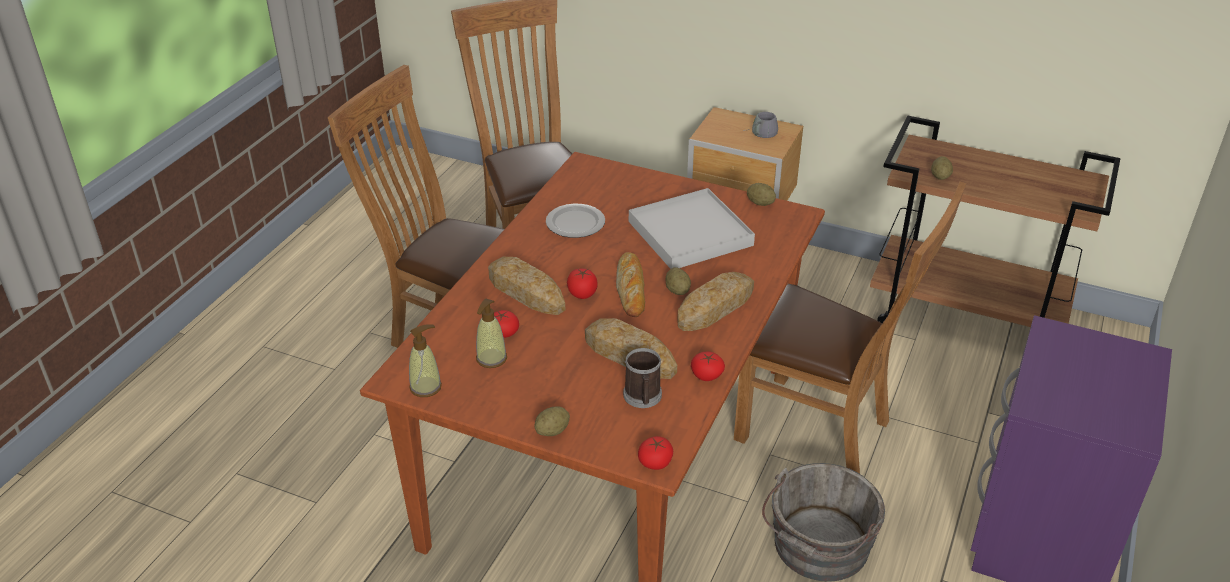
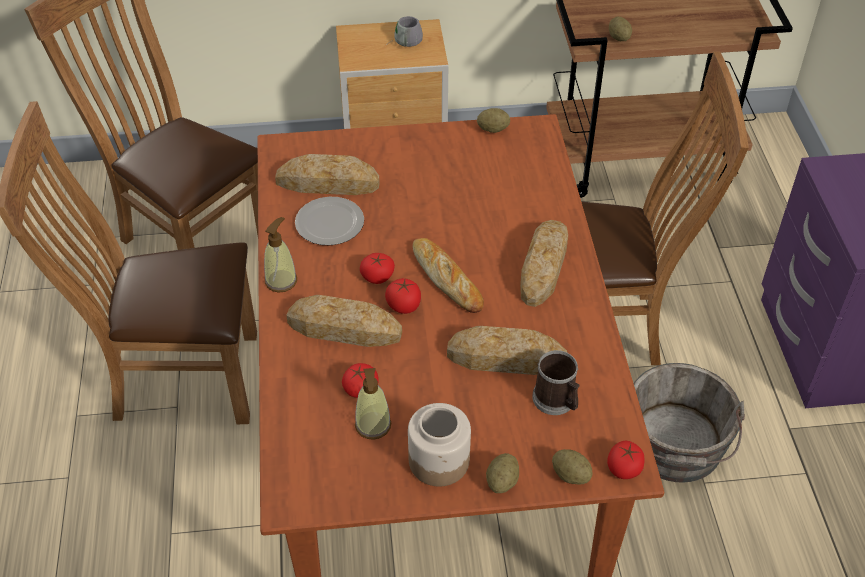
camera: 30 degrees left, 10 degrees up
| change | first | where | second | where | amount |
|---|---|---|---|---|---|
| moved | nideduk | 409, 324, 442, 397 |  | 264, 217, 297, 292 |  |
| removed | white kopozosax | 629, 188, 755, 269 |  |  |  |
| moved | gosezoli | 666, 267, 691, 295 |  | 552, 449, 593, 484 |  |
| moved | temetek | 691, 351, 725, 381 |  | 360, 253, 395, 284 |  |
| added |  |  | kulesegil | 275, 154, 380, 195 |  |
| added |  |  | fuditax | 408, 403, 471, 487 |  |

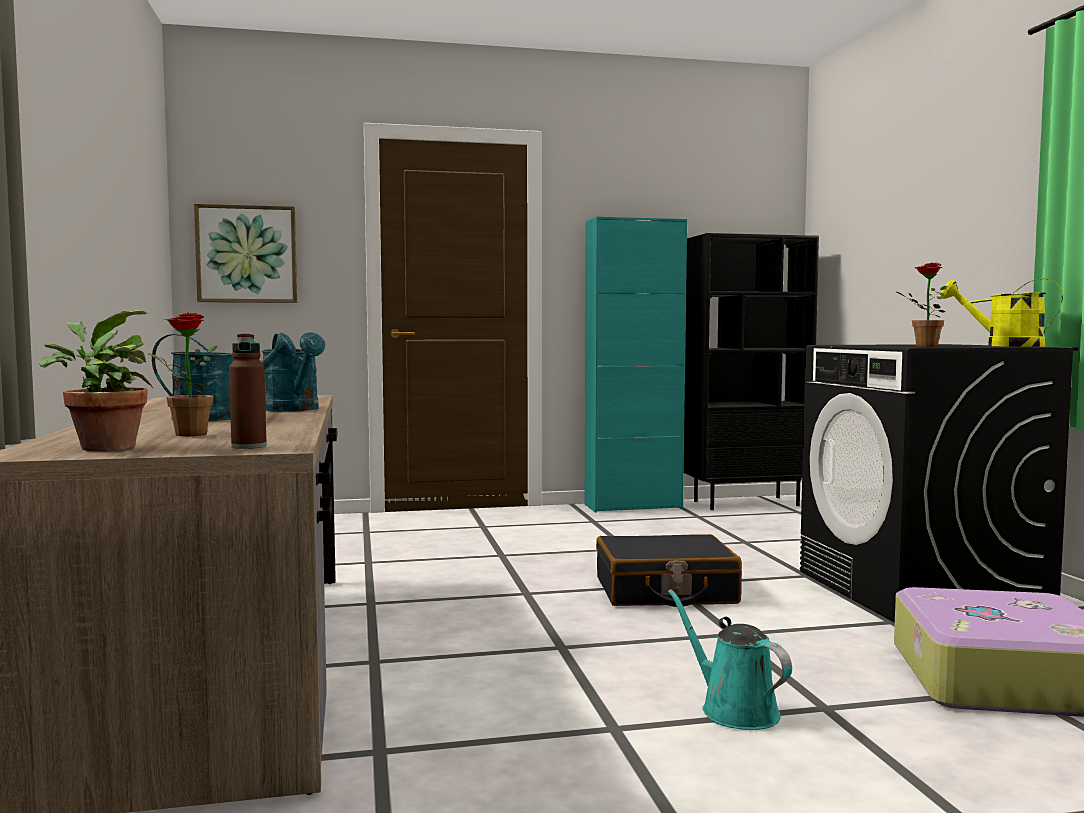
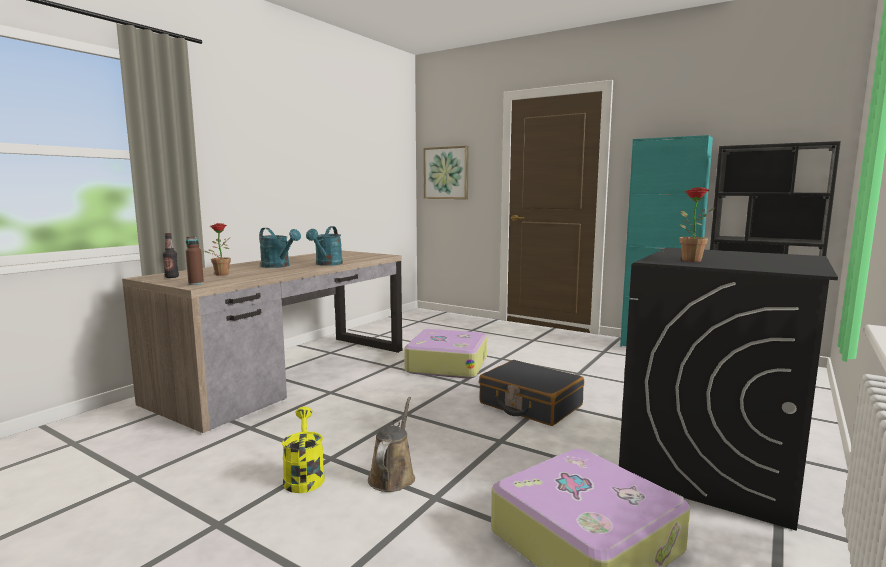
camera: 45 degrees right, 5 degrees up
| change | first | where | second | where | amount |
|---|---|---|---|---|---|
| replaced | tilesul | 39, 310, 153, 451 | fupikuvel | 163, 233, 179, 278 |  |
| recoloured | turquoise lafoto | 668, 589, 792, 730 | brown lafoto | 368, 397, 415, 492 |  |
| moved | yellow lafoto | 941, 278, 1063, 347 |  | 282, 407, 324, 493 |  |
| added |  |  | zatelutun | 404, 329, 487, 379 |  |

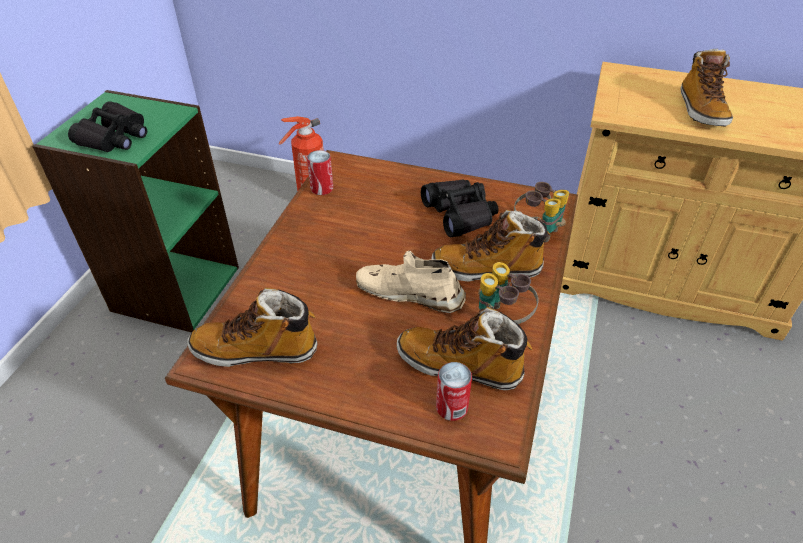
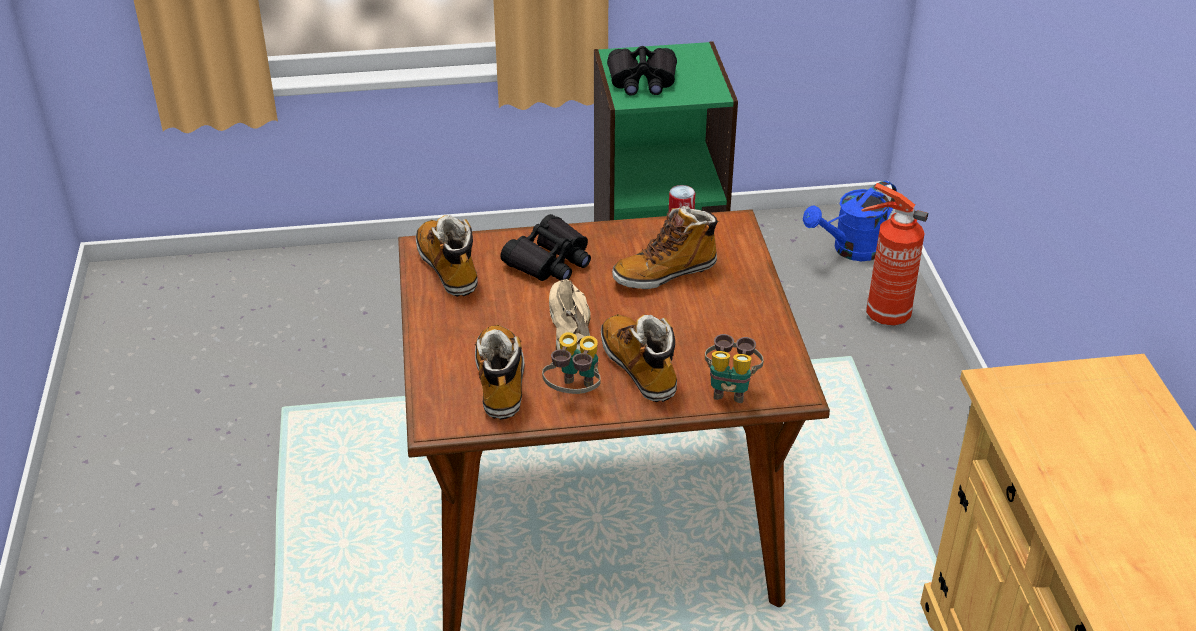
camera: 65 degrees right, 5 degrees down
| change | first | where | second | where | amount |
|---|---|---|---|---|---|
| moved | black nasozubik | 421, 179, 499, 237 |  | 501, 214, 591, 281 |  |
| removed | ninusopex | 436, 362, 472, 421 |  |  |  |
| moved | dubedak | 680, 49, 733, 127 |  | 612, 206, 719, 289 |  |
| added |  |  | blue lafoto | 803, 181, 897, 261 |  |

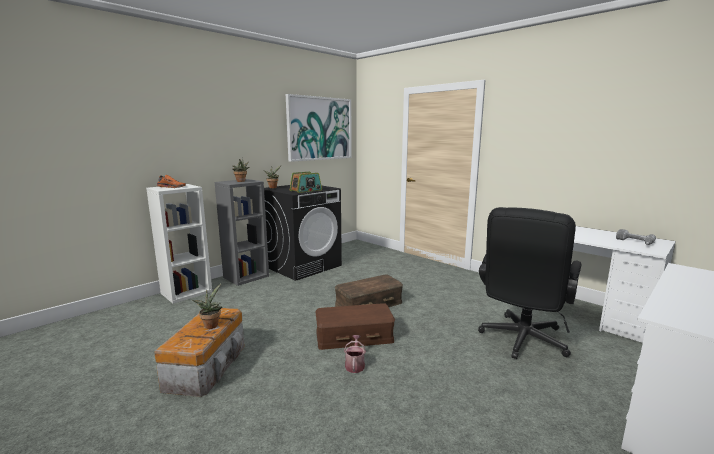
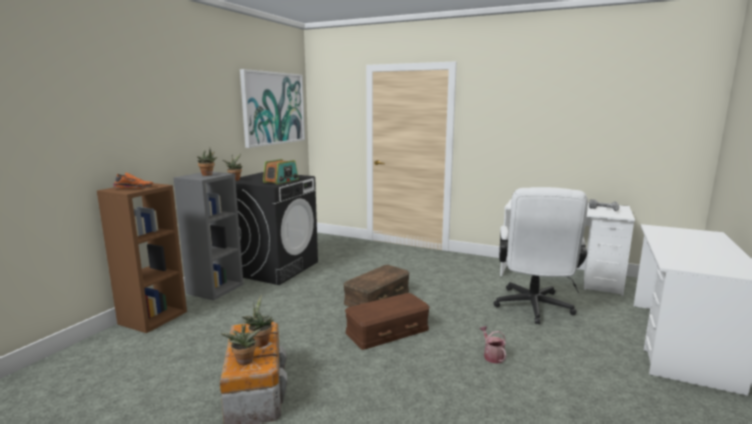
camera: 20 degrees left, 0 degrees up
| change | first | where | second | where | amount |
|---|---|---|---|---|---|
| recoloured | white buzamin | 146, 184, 212, 304 | brown buzamin | 97, 183, 187, 333 |  |
| moved | lafoto | 344, 335, 366, 373 |  | 479, 326, 507, 364 |  |
| recoloured | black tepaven | 478, 207, 582, 359 | white tepaven | 493, 187, 588, 324 |  |
| added |  |  | tilesul | 221, 324, 261, 365 |  |

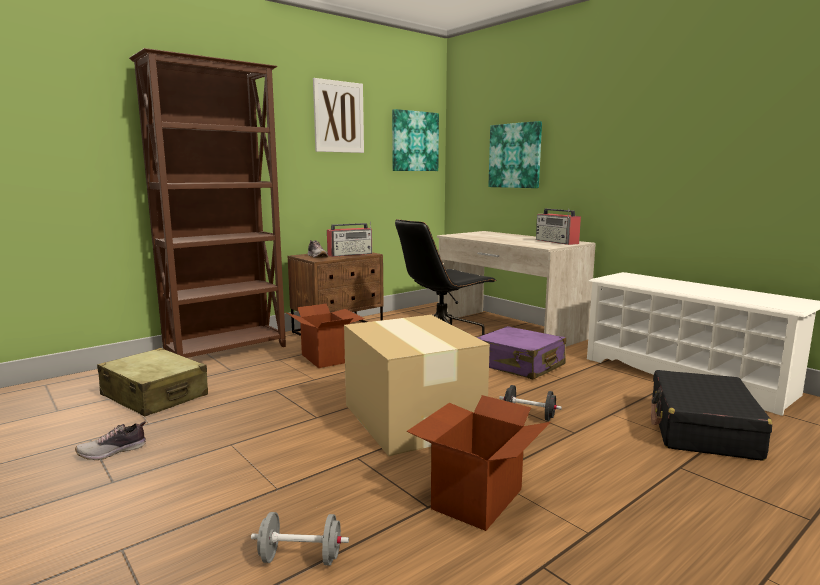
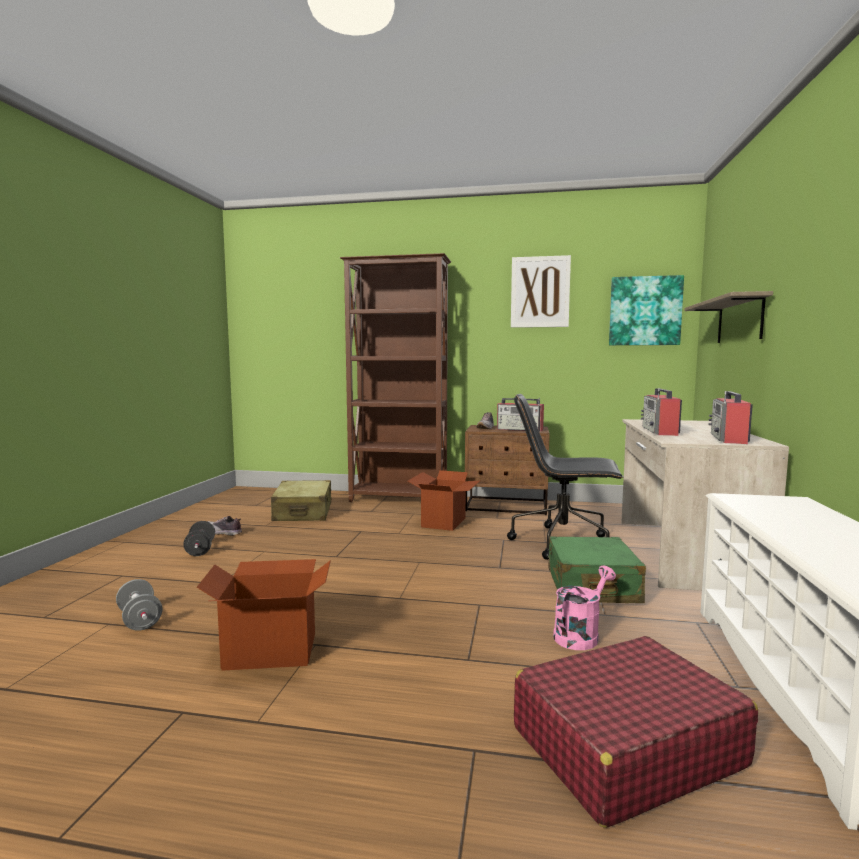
camera: 50 degrees right, 5 degrees down
| change | first | where | second | where | amount |
|---|---|---|---|---|---|
| removed | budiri | 344, 315, 490, 456 |  |  |  |
| recoloured | purple zatelutun | 477, 326, 566, 379 | green zatelutun | 548, 536, 646, 603 |  |
| replaced | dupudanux | 488, 121, 542, 188 | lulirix | 684, 291, 773, 343 |  |
| moved | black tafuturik | 499, 385, 562, 421 |  | 183, 521, 215, 556 |  |
| recoloured | black zatelutun | 651, 370, 772, 461 | red zatelutun | 514, 636, 758, 828 |  |
| added |  |  | pink lafoto | 553, 566, 616, 650 |  |
| added |  |  | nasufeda | 641, 388, 682, 436 |  |

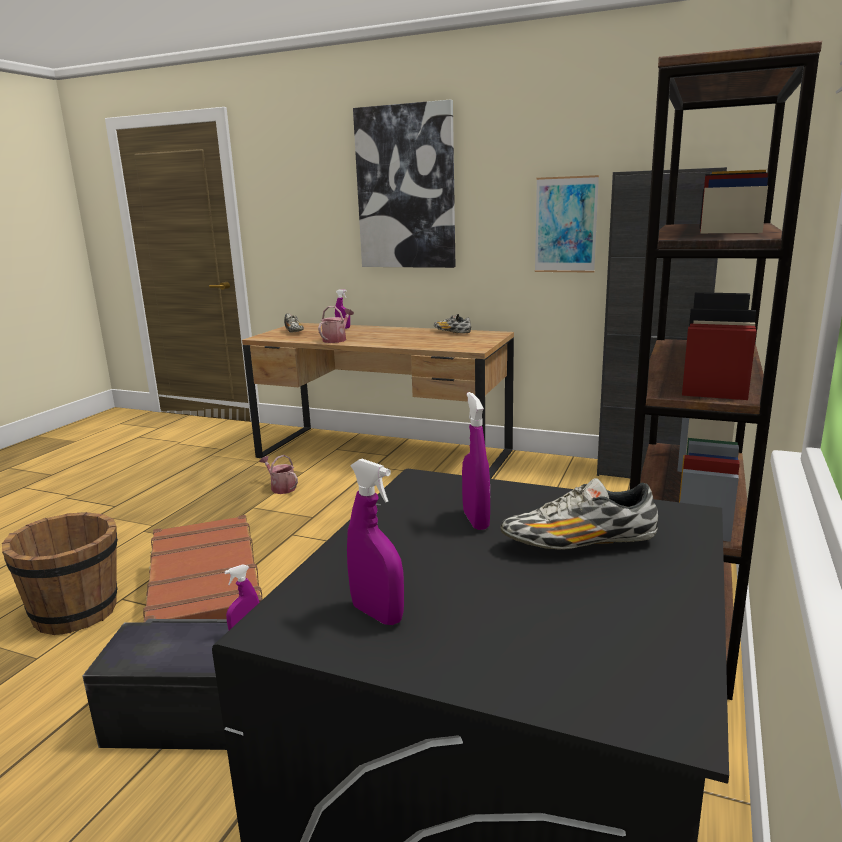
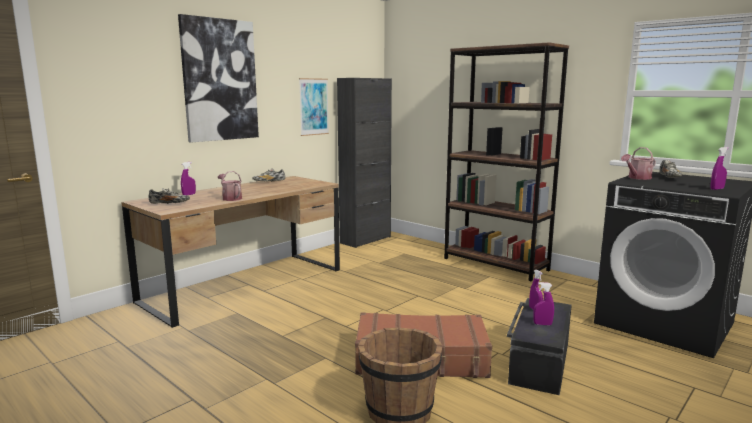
camera: 70 degrees left, 5 degrees down
| change | first | where | second | where | amount |
|---|---|---|---|---|---|
| moved | lafoto | 259, 455, 298, 494 |  | 621, 147, 656, 180 |  |
| moved | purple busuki | 462, 392, 490, 530 |  | 533, 282, 554, 325 |  |

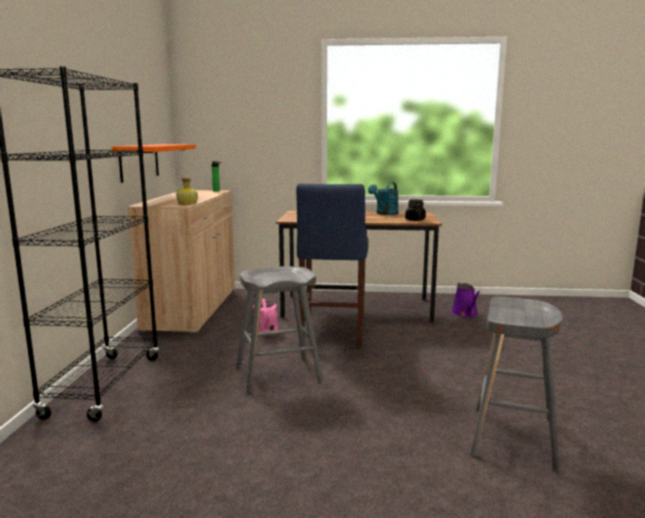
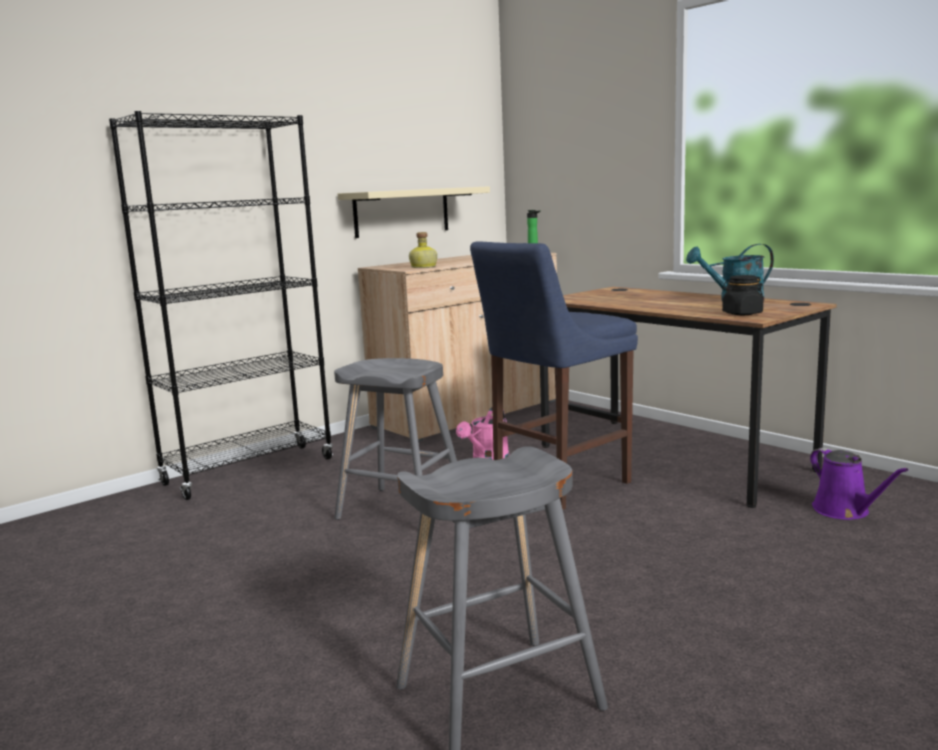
camera: 45 degrees right, 0 degrees up
| change | first | where | second | where | amount |
|---|---|---|---|---|---|
| recoloured | orange lulirix | 112, 144, 196, 183 | beige lulirix | 338, 186, 490, 238 |  |
| turned | purple lafoto | 451, 282, 480, 317 |  | 810, 448, 909, 520 | 60 degrees counterclockwise |

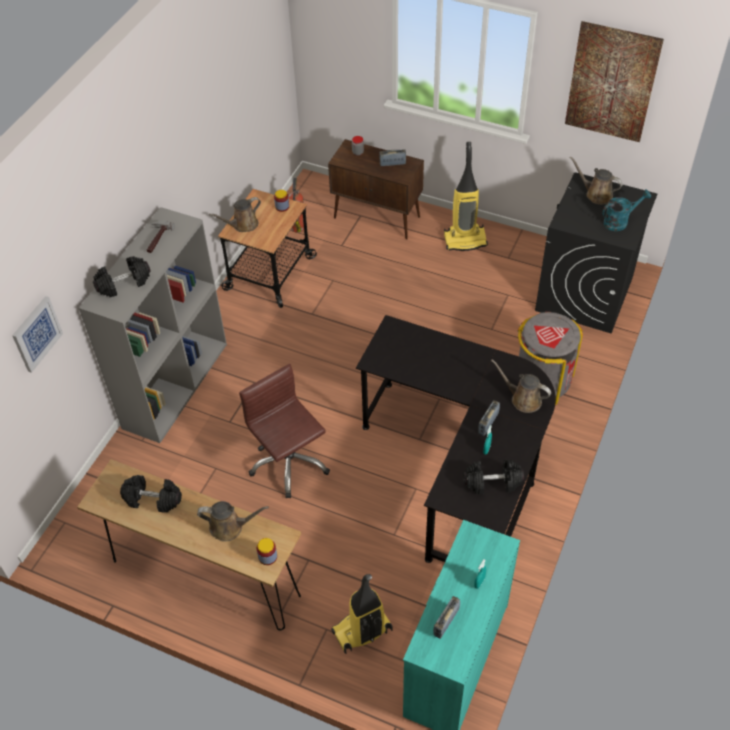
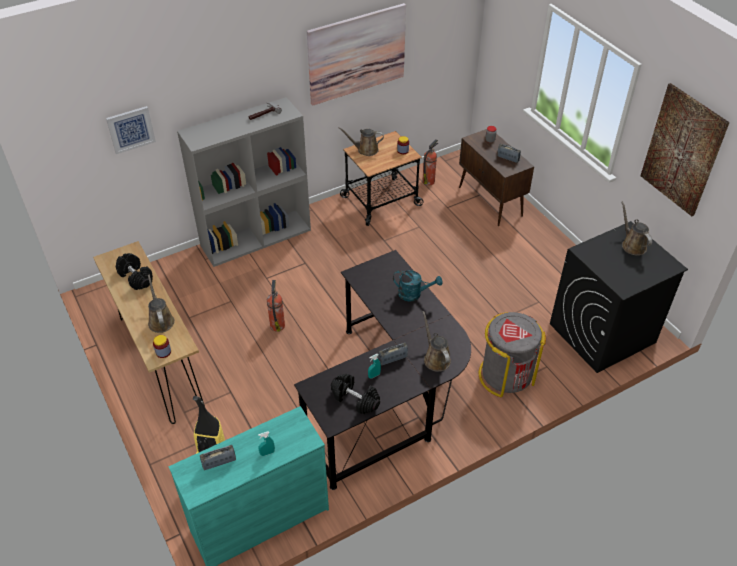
camera: 35 degrees right, 5 degrees down
| change | first | where | second | where | amount |
|---|---|---|---|---|---|
| removed | black tafuturik | 93, 256, 151, 297 |  |  |  |
| turned | brown lafoto | 197, 501, 269, 542 |  | 148, 274, 175, 333 | 150 degrees counterclockwise |
| replaced | brown tepaven | 239, 364, 330, 498 | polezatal | 267, 280, 285, 332 |  |
| removed | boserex | 444, 142, 488, 251 |  |  |  |
| moved | turquoise lafoto | 602, 190, 651, 231 |  | 393, 270, 442, 302 |  |
| added |  |  | dupudanux | 307, 3, 406, 106 |  |

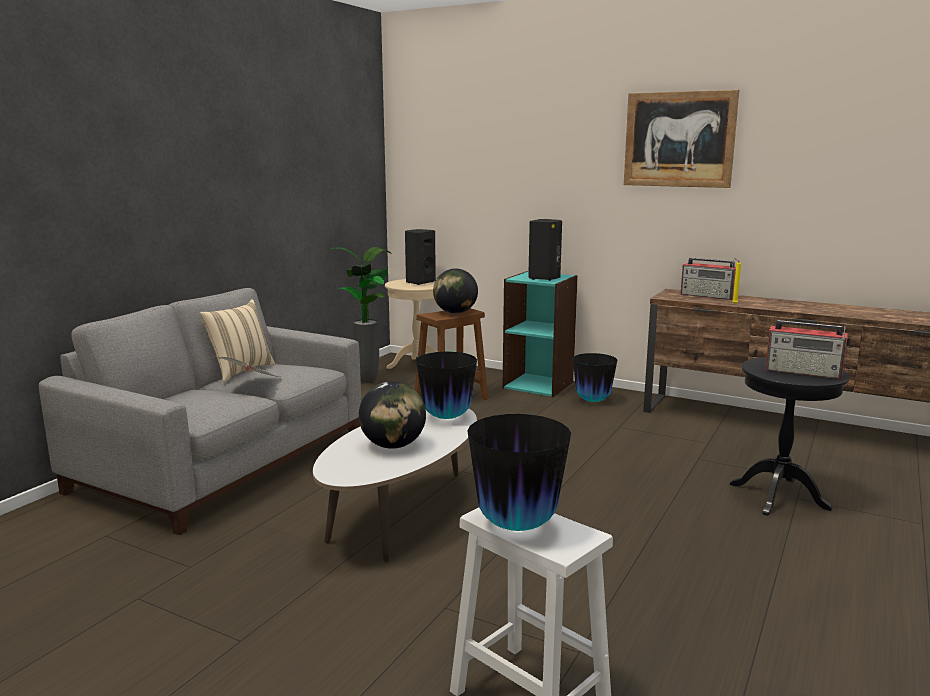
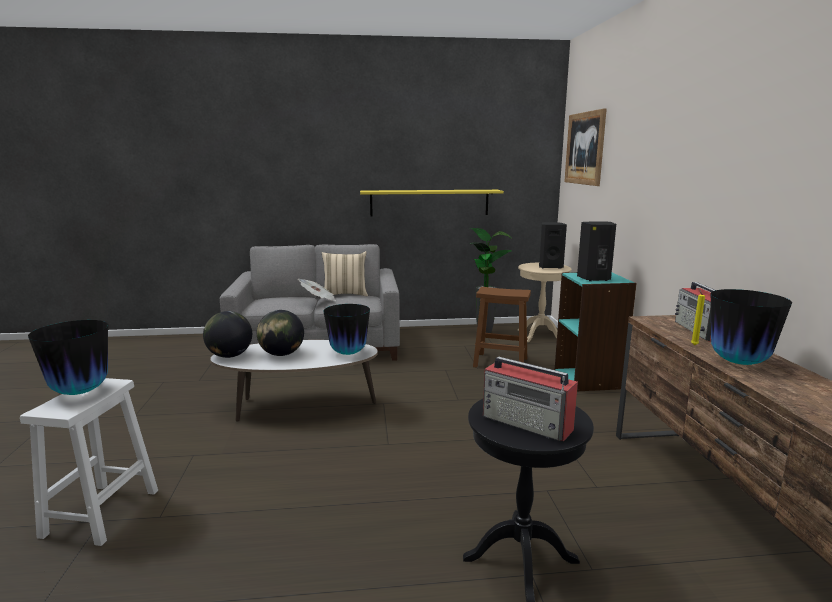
camera: 55 degrees right, 0 degrees up
| change | first | where | second | where | amount |
|---|---|---|---|---|---|
| moved | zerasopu | 433, 268, 478, 314 |  | 203, 311, 252, 358 |  |
| moved | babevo | 573, 353, 617, 402 |  | 711, 289, 792, 365 |  |
| moved | dupudanux | 624, 90, 739, 188 |  | 564, 109, 607, 186 |  |
| turned | nasufeda | 765, 320, 848, 379 |  | 483, 356, 578, 441 | 45 degrees counterclockwise |
| added |  |  | yellow lulirix | 360, 190, 504, 216 |  |

